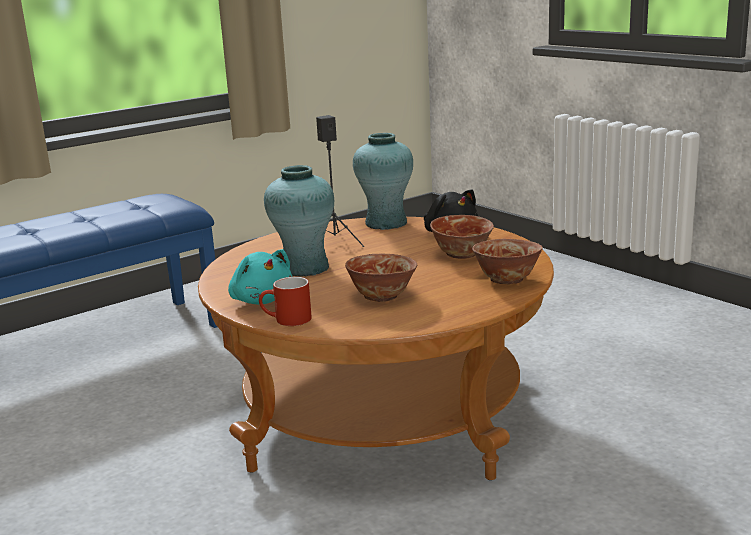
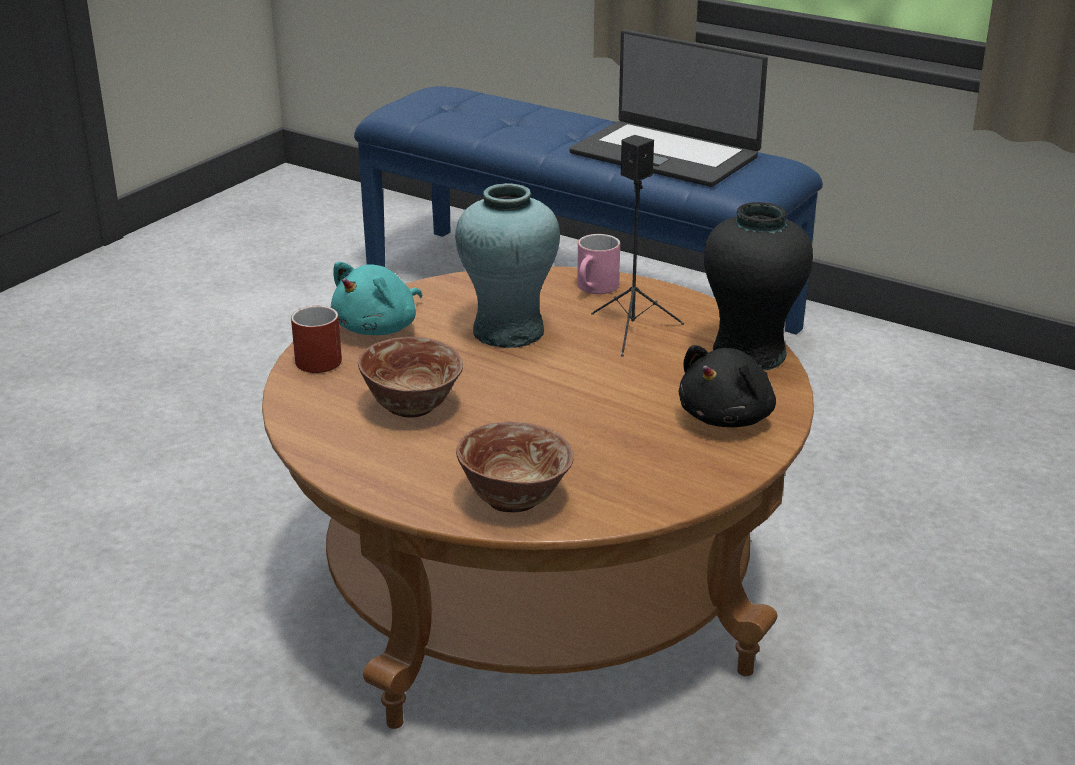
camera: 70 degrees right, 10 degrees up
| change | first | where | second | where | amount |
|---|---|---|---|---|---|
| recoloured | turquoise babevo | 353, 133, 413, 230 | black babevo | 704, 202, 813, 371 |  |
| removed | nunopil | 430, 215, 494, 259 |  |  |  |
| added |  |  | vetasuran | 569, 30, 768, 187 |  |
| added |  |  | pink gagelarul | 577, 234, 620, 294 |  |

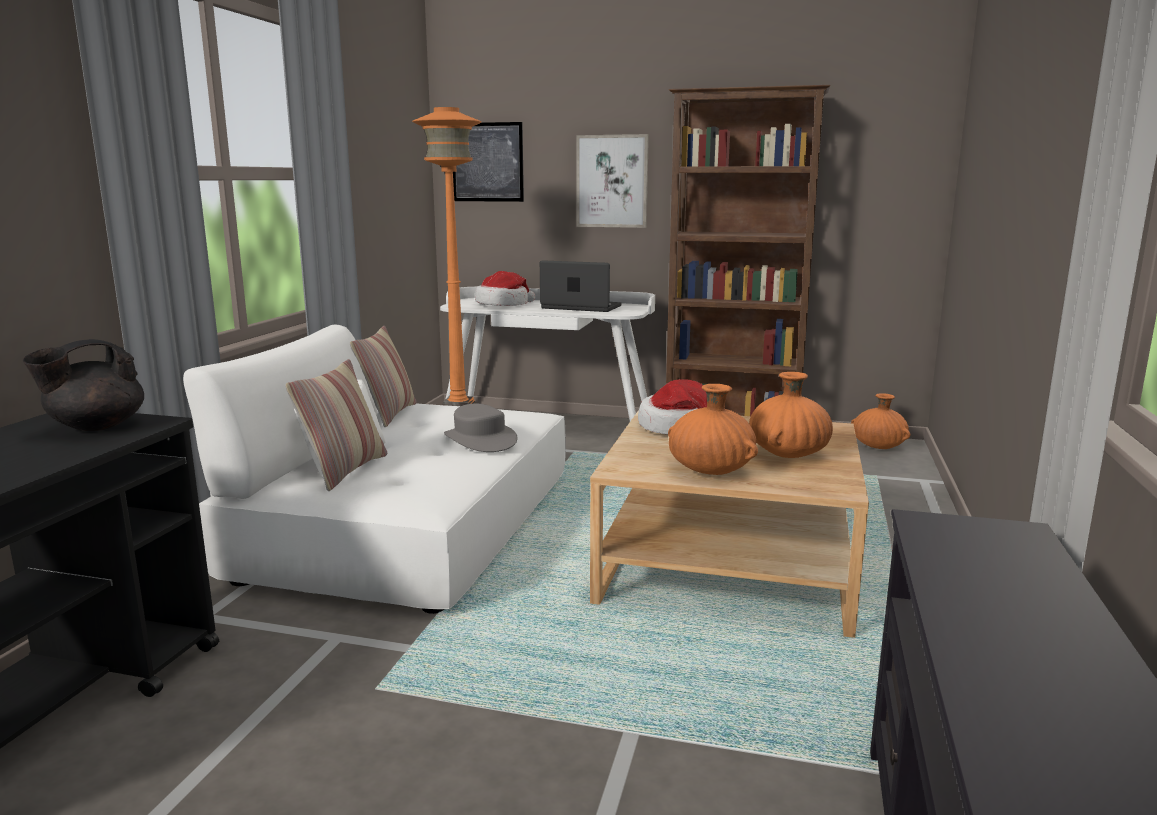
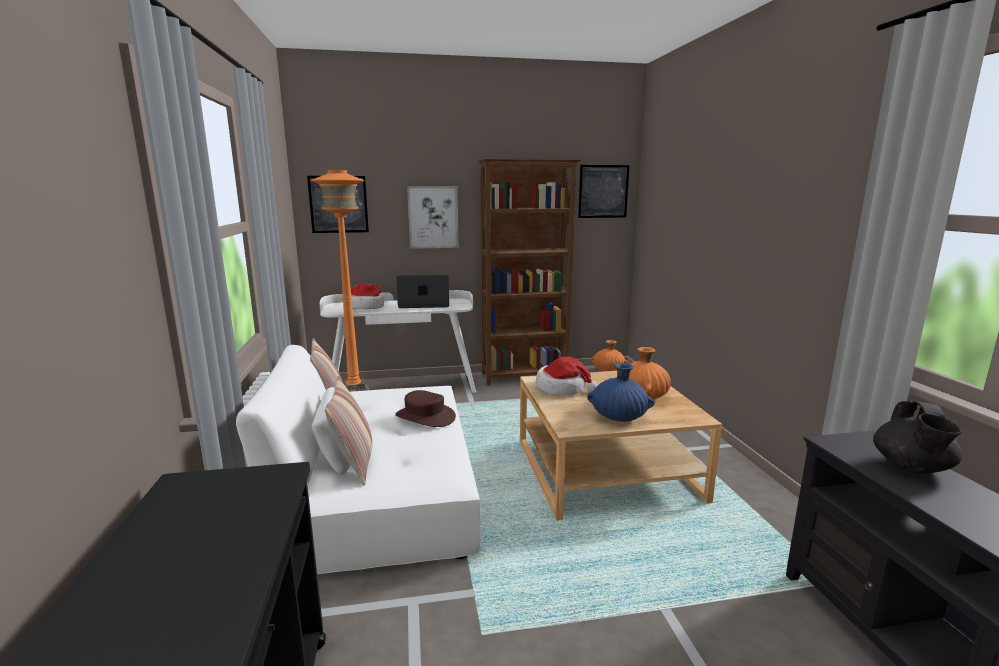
camera: 25 degrees left, 0 degrees up
| change | first | where | second | where | amount |
|---|---|---|---|---|---|
| moved | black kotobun | 23, 339, 144, 431 |  | 873, 401, 962, 474 |  |
| recoloured | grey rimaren | 444, 404, 518, 452 | brown rimaren | 396, 390, 456, 427 |  |
| recoloured | orange babevo | 668, 384, 758, 475 | blue babevo | 587, 363, 654, 422 |  |
| added |  |  | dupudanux | 578, 165, 630, 218 |  |

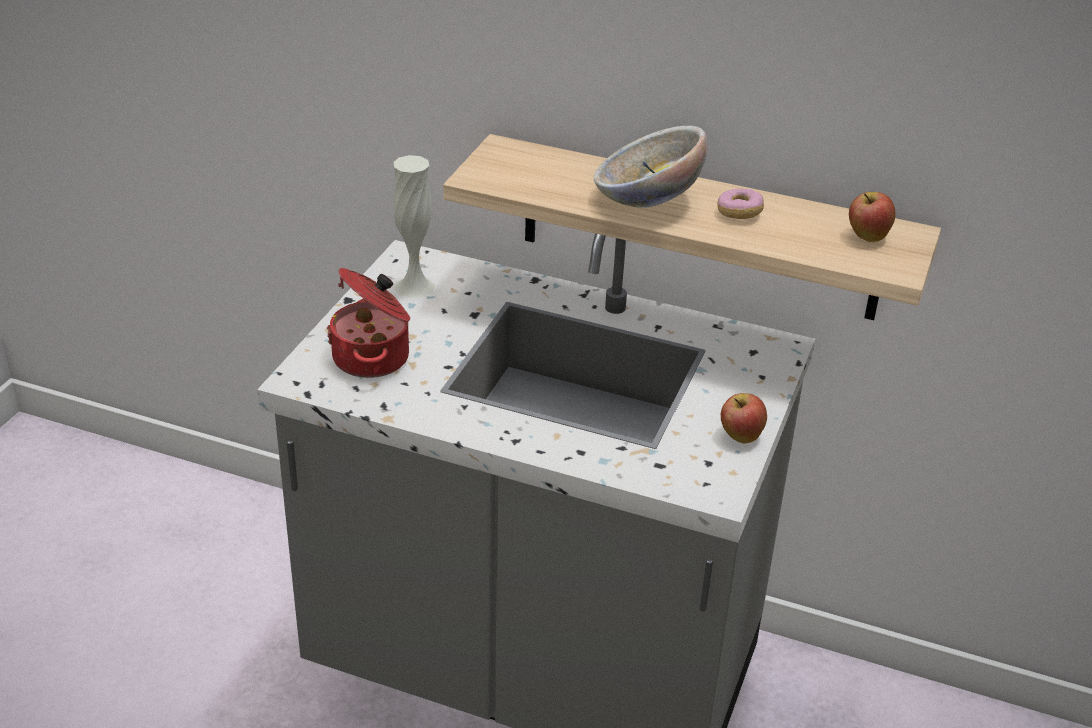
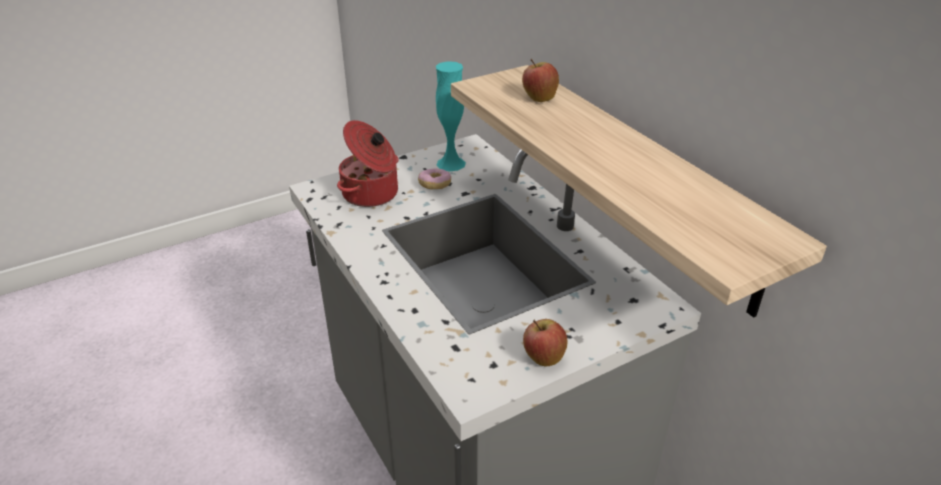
camera: 40 degrees right, 0 degrees up
| change | first | where | second | where | amount |
|---|---|---|---|---|---|
| recoloured | white babevo | 393, 155, 435, 298 | turquoise babevo | 436, 61, 466, 171 |  |
| removed | nunopil | 594, 125, 708, 208 |  |  |  |
| moved | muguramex | 717, 189, 764, 219 |  | 418, 168, 451, 189 |  |
| moved | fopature | 849, 192, 896, 242 |  | 522, 58, 559, 102 |  |

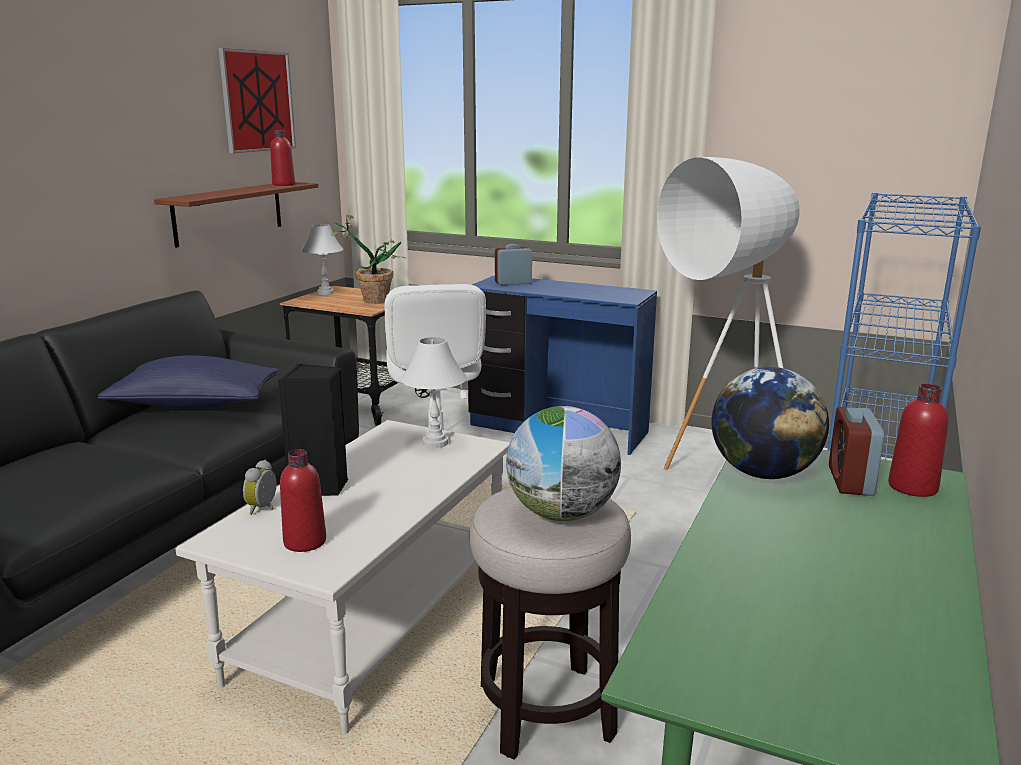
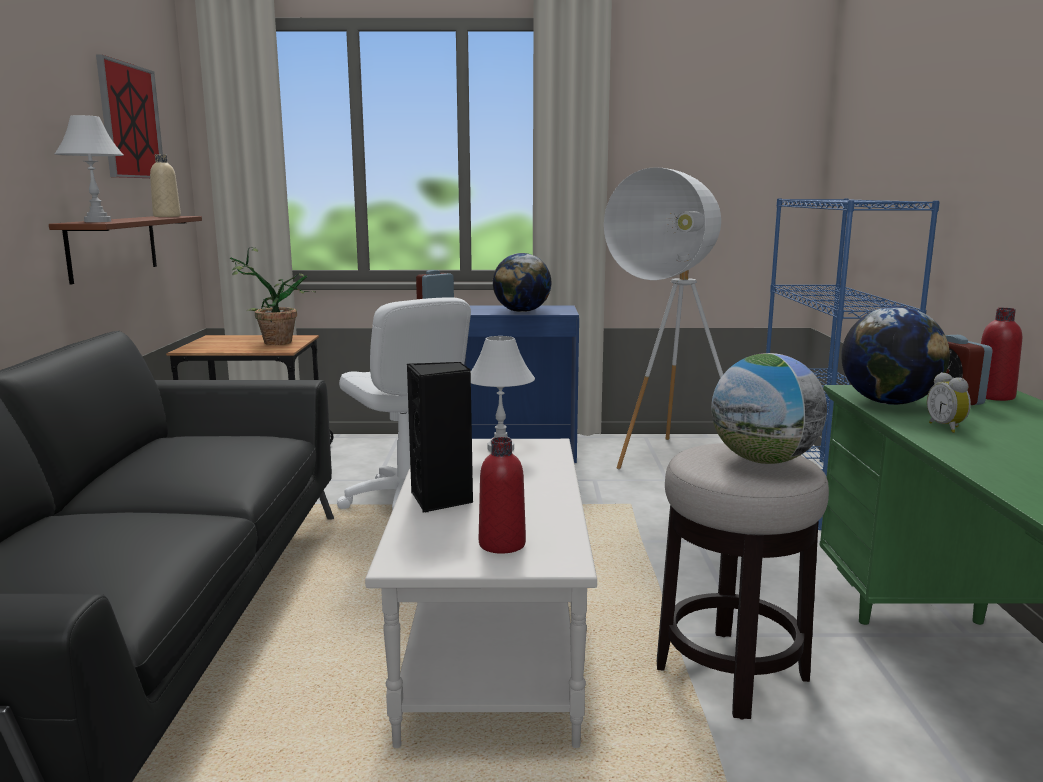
camera: 25 degrees left, 5 degrees down
| change | first | where | second | where | amount |
|---|---|---|---|---|---|
| removed | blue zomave | 98, 355, 278, 409 |  |  |  |
| moved | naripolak | 243, 460, 276, 515 |  | 927, 372, 971, 433 |  |
| recoloured | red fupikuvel | 270, 130, 295, 186 | beige fupikuvel | 150, 154, 181, 217 |  |
| moved | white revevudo | 301, 224, 344, 295 |  | 55, 115, 124, 222 |  |
| added |  |  | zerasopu | 493, 253, 551, 312 |  |

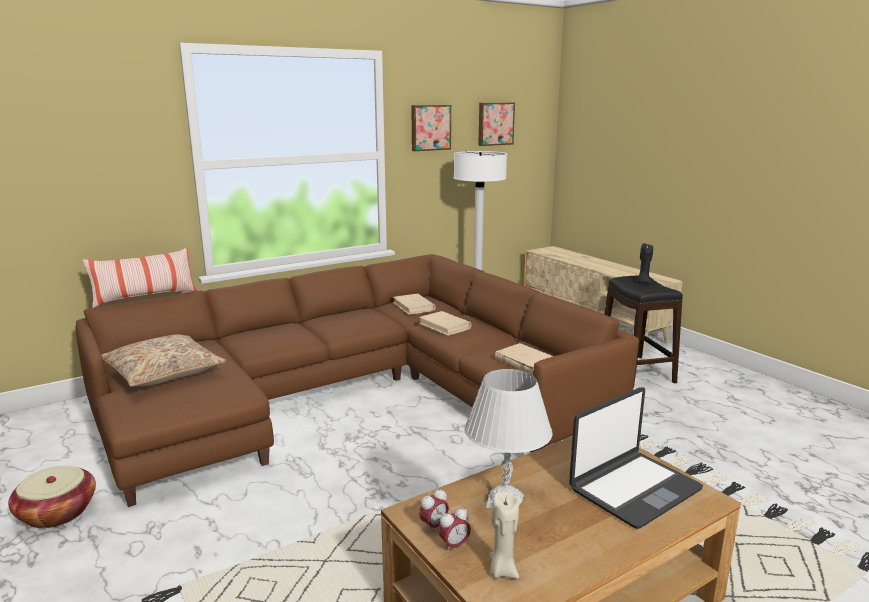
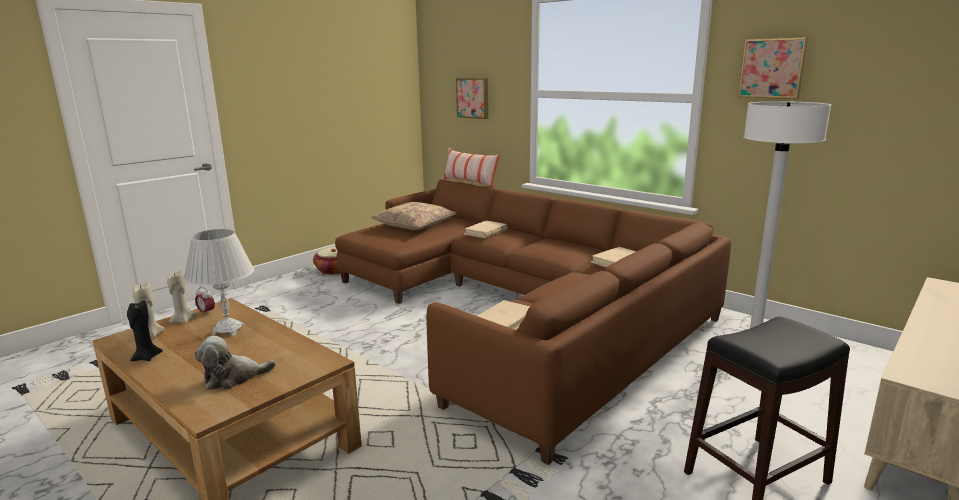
camera: 75 degrees right, 0 degrees up
| change | first | where | second | where | amount |
|---|---|---|---|---|---|
| moved | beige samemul | 419, 311, 471, 336 |  | 464, 220, 508, 238 |  |
| replaced | naripolak | 438, 506, 471, 553 | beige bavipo | 167, 270, 197, 323 |  |
| moved | dupudanux | 478, 103, 515, 146 |  | 456, 78, 488, 119 |  |
| replaced | vetasuran | 569, 387, 703, 529 | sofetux | 195, 336, 276, 390 |  |
| moved | black bavipo | 637, 244, 653, 284 |  | 127, 300, 163, 361 |  |

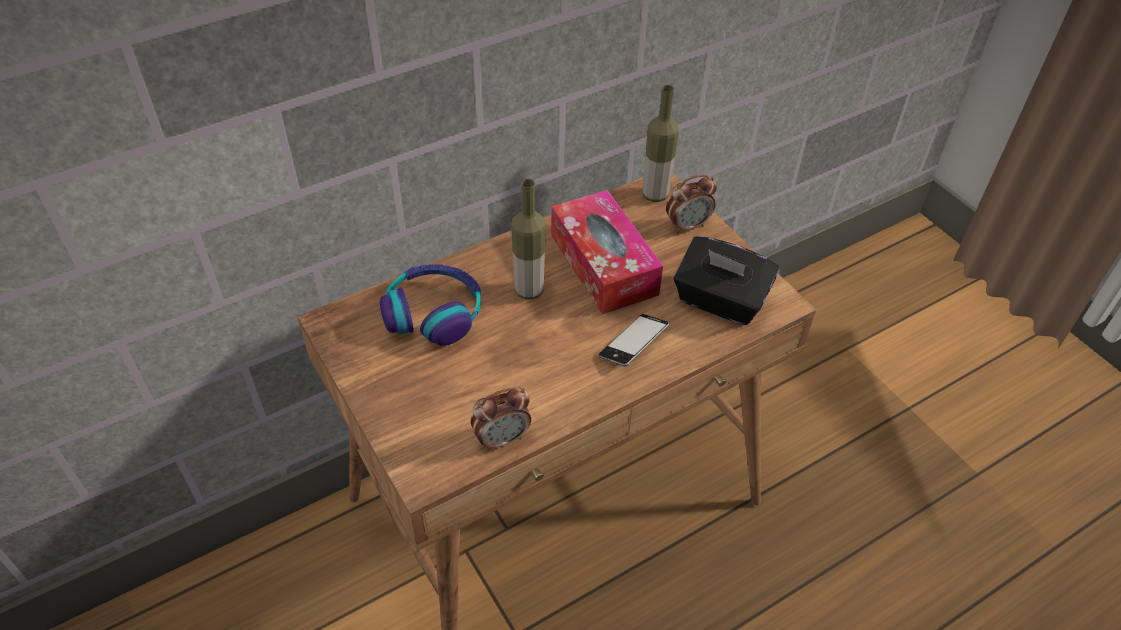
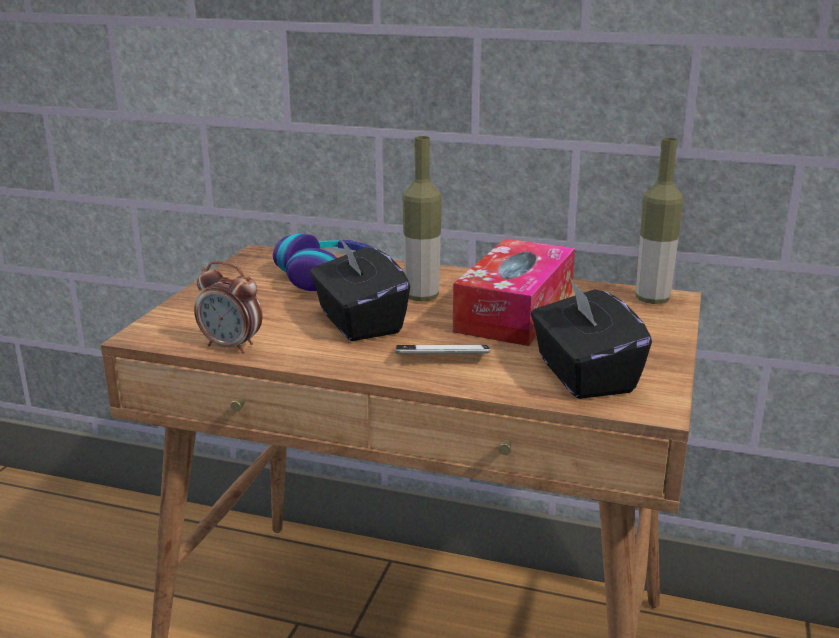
camera: 50 degrees right, 25 degrees down
| change | first | where | second | where | amount |
|---|---|---|---|---|---|
| removed | naripolak | 666, 174, 717, 234 |  |  |  |
| added |  |  | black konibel | 310, 236, 410, 341 |  |

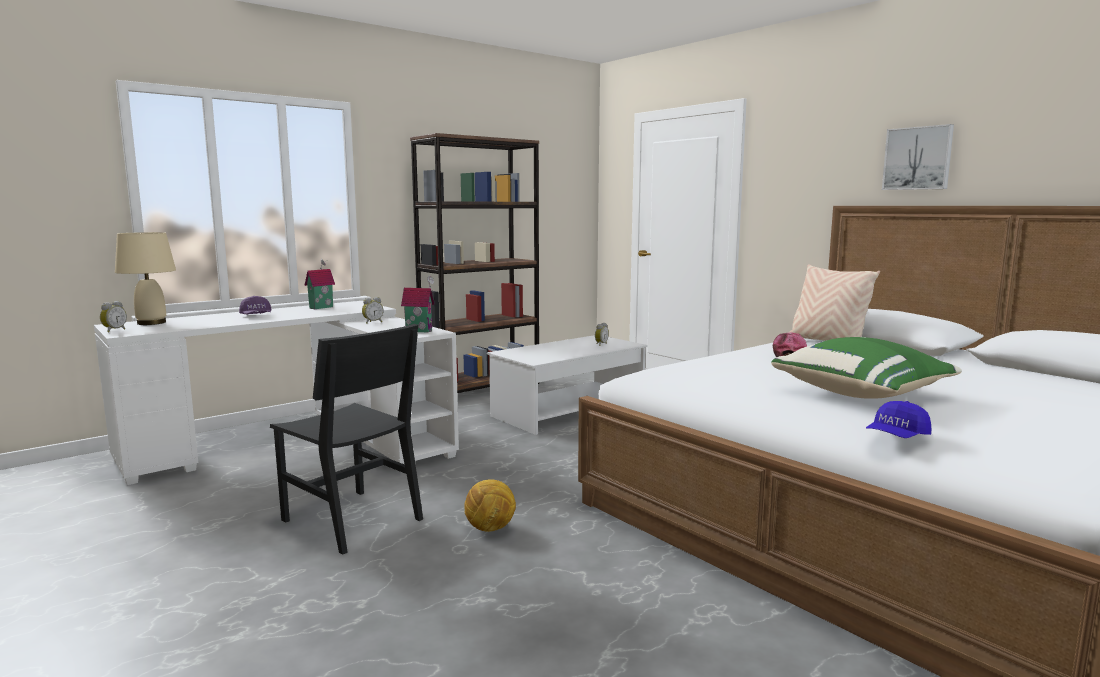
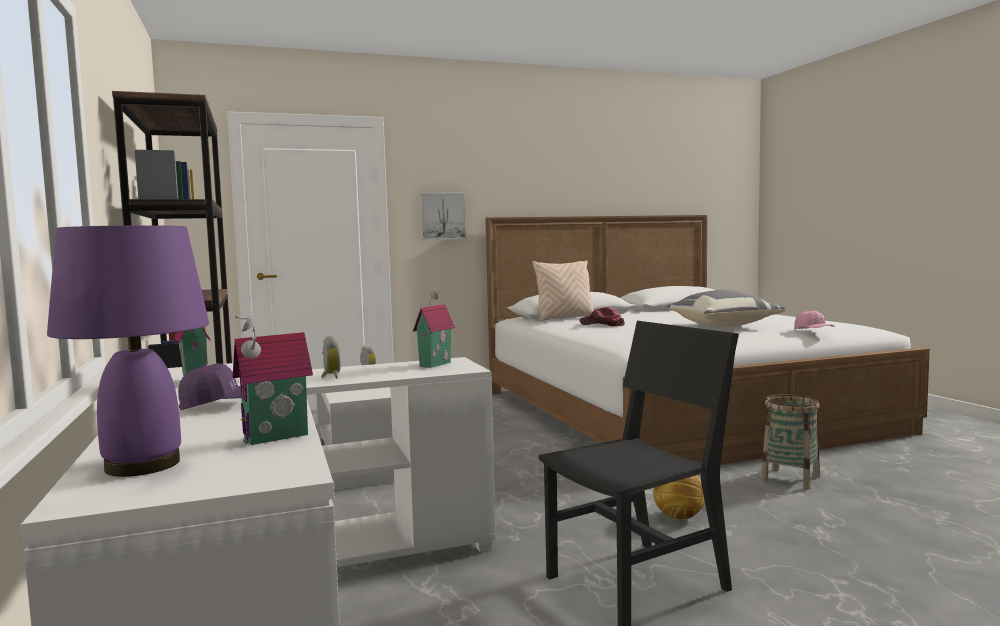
camera: 70 degrees left, 5 degrees down
| change | first | where | second | where | amount |
|---|---|---|---|---|---|
| removed | naripolak | 100, 301, 127, 333 |  |  |  |
| recoloured | beige revevudo | 115, 232, 176, 325 | purple revevudo | 47, 225, 209, 477 |  |
| recoloured | green zomave | 771, 337, 962, 399 | grey zomave | 667, 290, 786, 327 |  |
| recoloured | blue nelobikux | 866, 401, 931, 438 | pink nelobikux | 794, 311, 834, 330 |  |
| moved | dupudanux | 882, 124, 954, 190 |  | 419, 193, 467, 240 |  |
| added |  |  | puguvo | 232, 312, 313, 445 |  |
| added |  |  | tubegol | 761, 394, 820, 490 |  |

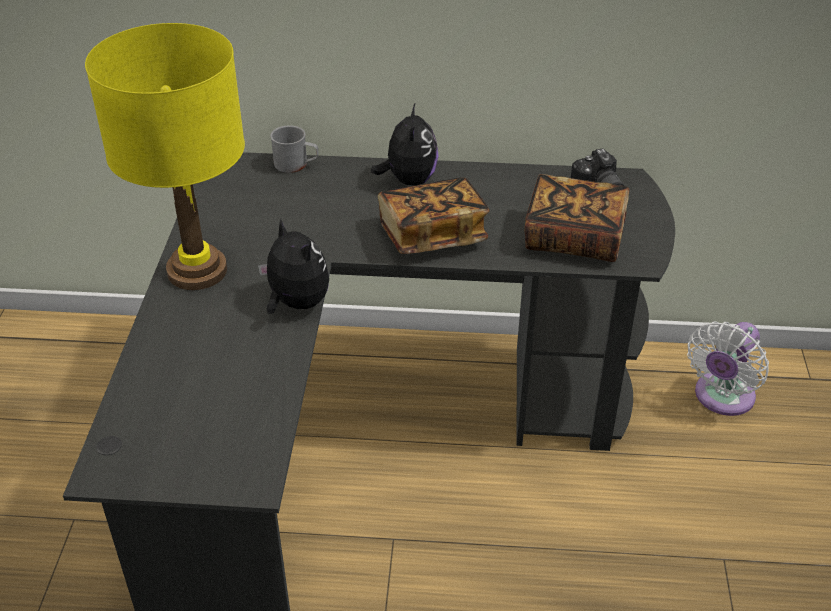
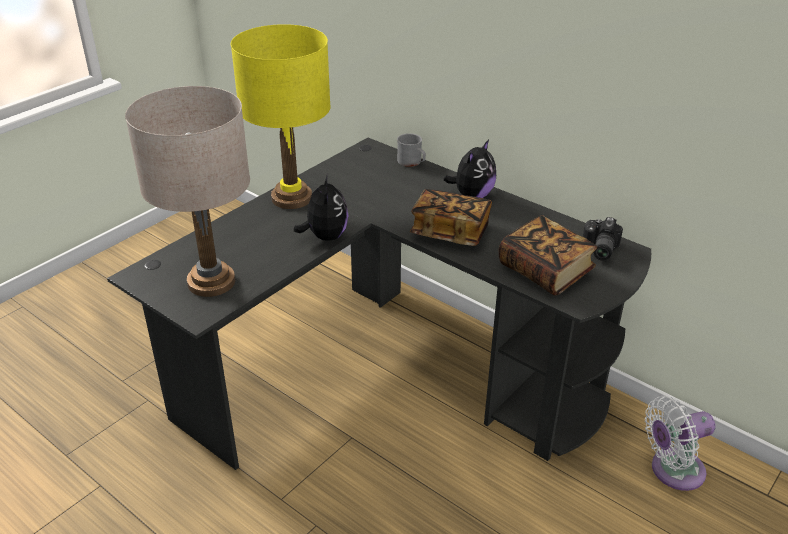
camera: 35 degrees right, 5 degrees down
| change | first | where | second | where | amount |
|---|---|---|---|---|---|
| added |  |  | beige revevudo | 125, 86, 250, 297 |  |

